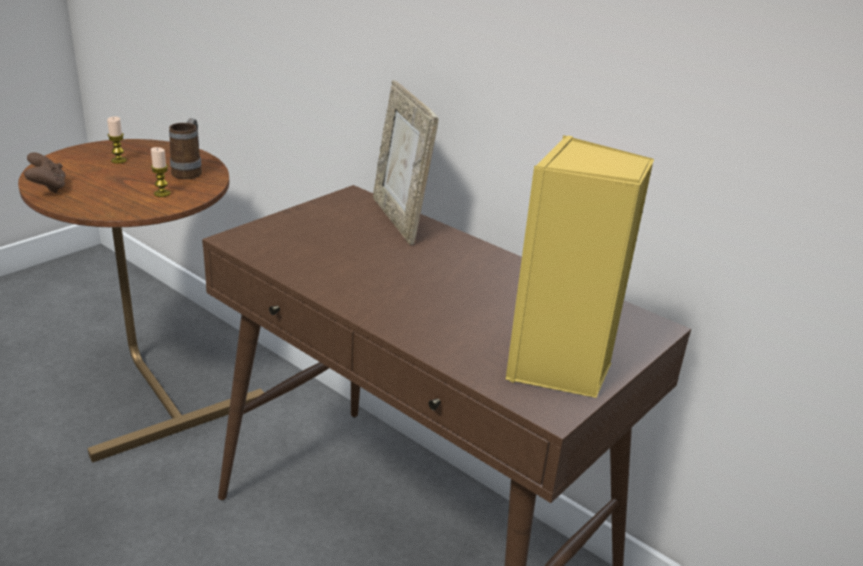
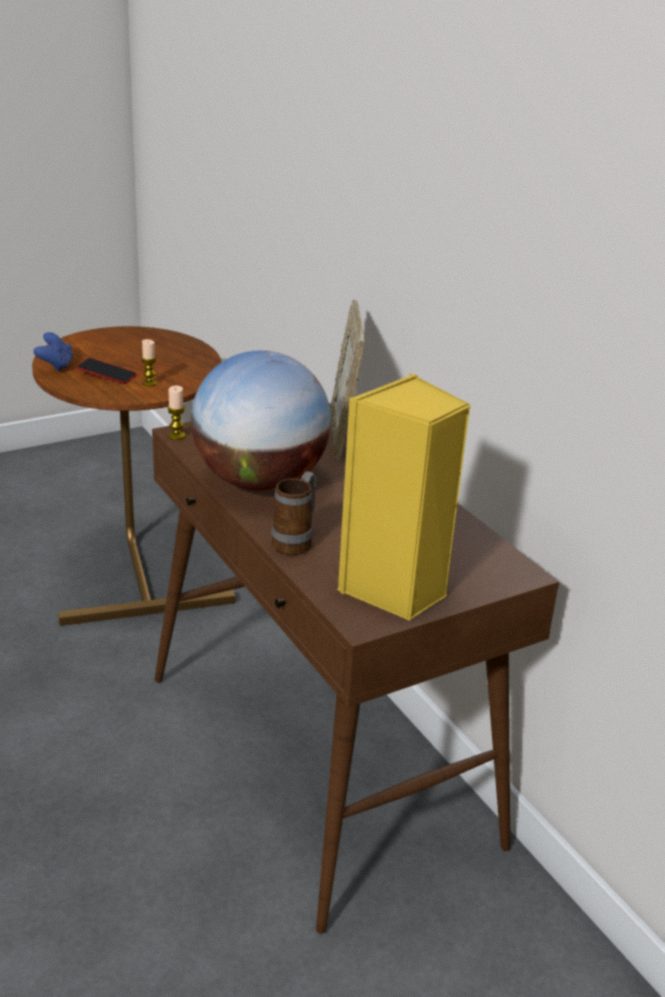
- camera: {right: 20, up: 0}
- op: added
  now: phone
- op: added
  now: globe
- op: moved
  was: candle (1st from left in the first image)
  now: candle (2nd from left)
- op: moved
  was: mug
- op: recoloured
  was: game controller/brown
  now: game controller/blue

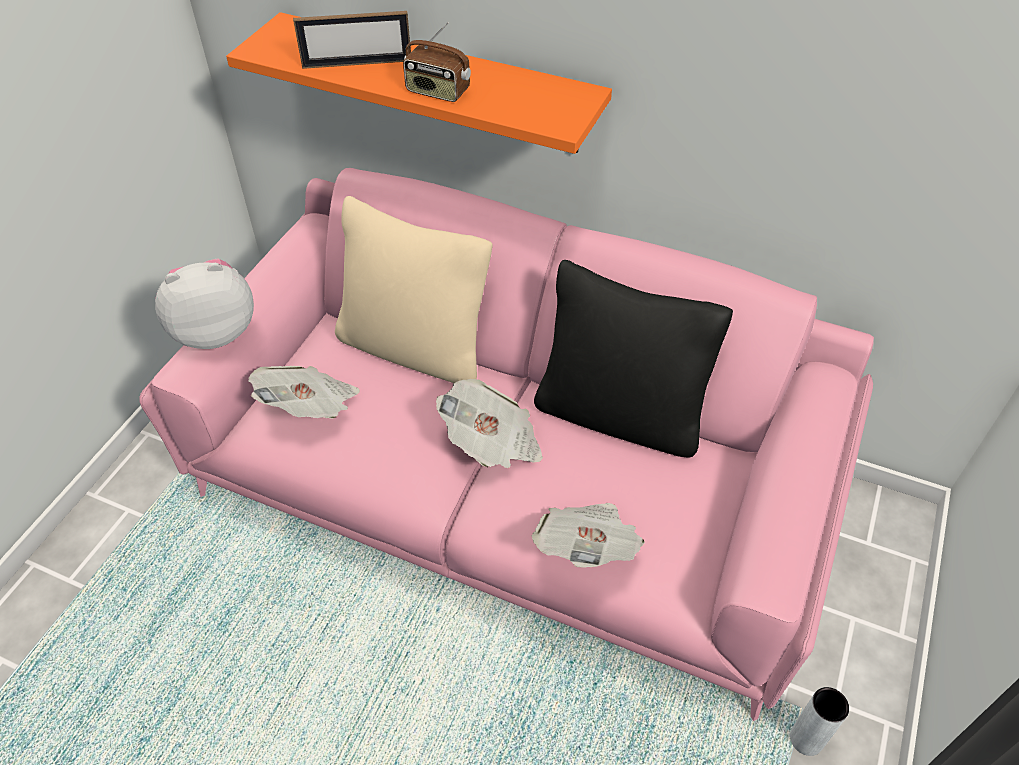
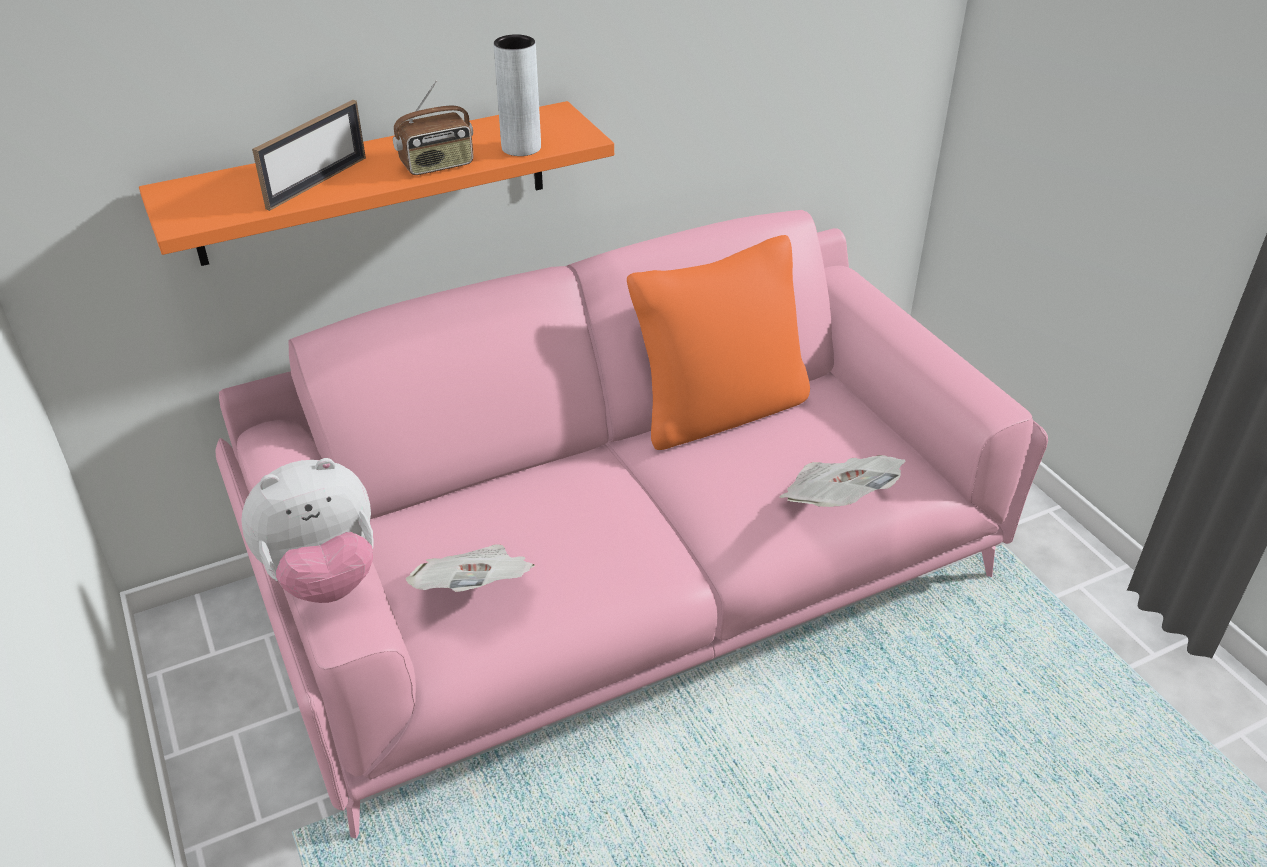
- camera: {right: -50, up: -10}
- op: removed
  was: pillow/beige
- op: removed
  was: newspaper (2nd from left)
- op: moved
  was: vase/grey
- op: recoloured
  was: pillow/black
  now: pillow/orange
- op: turned
  was: plush toy
  clockwise: -135

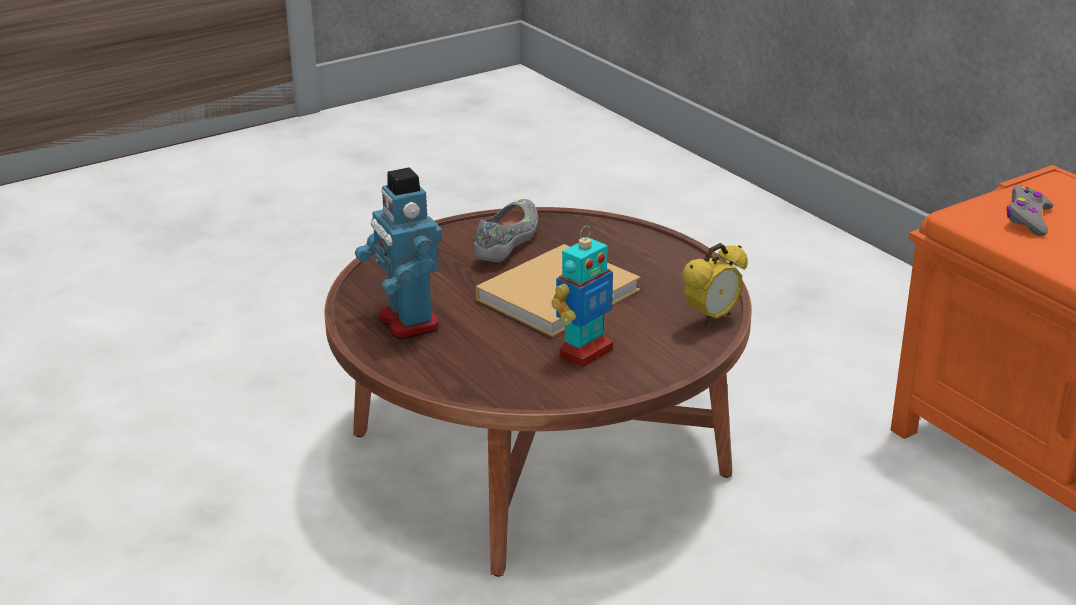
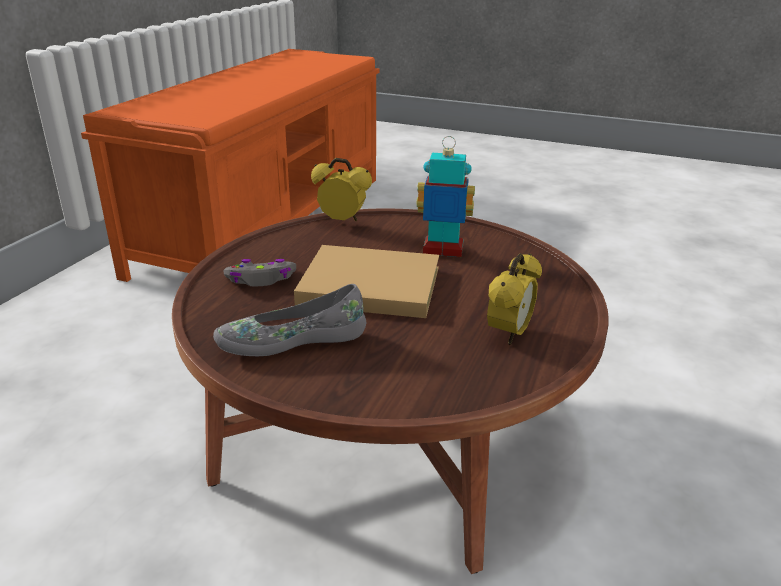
- camera: {right: -125, up: 0}
- op: moved
  was: game controller/grey
- op: replaced
  was: toy robot (1st from left)
  now: alarm clock (2nd from left)

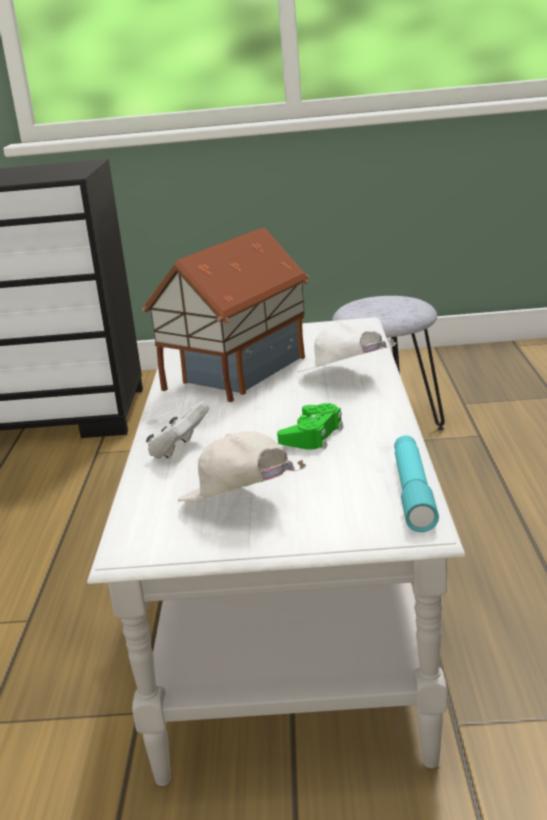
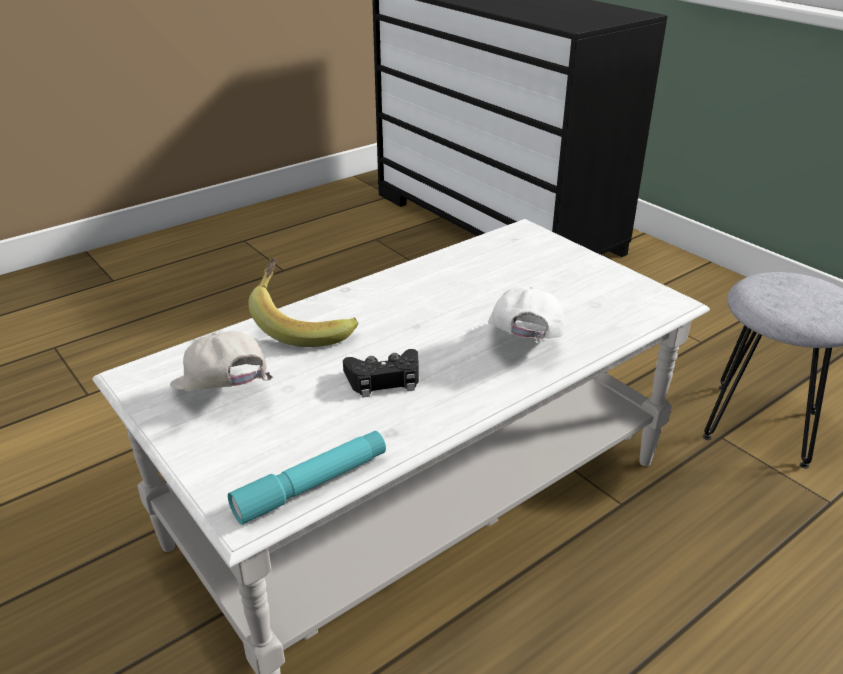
- camera: {right: 50, up: 10}
- op: removed
  was: toy house
- op: replaced
  was: game controller/white
  now: banana
- op: recoloured
  was: game controller/green
  now: game controller/black
- op: turned
  was: cap/white (1st from left)
  clockwise: -45

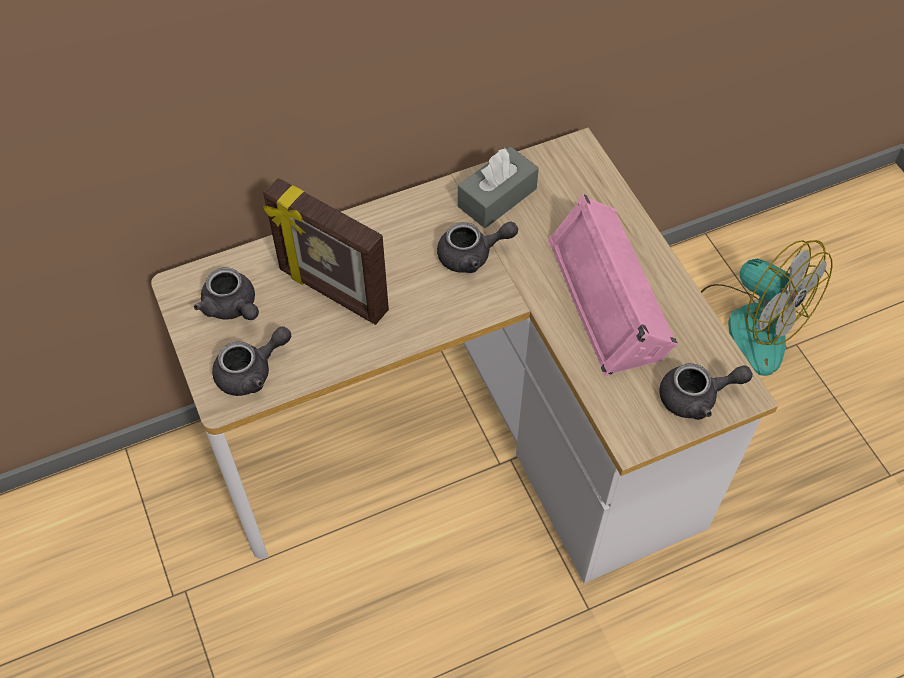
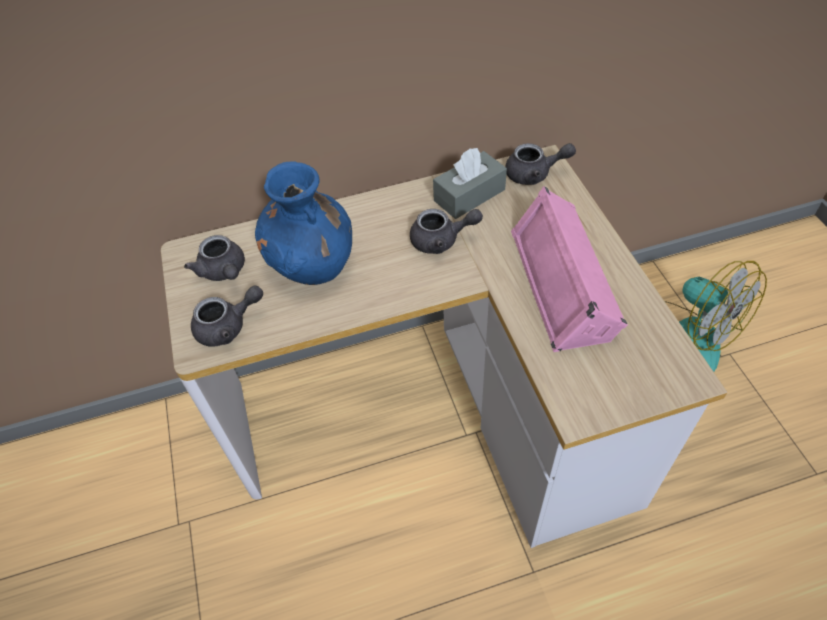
- camera: {right: 10, up: -5}
- op: moved
  was: teapot/grey (4th from left)
- op: replaced
  was: picture frame
  now: vase/blue

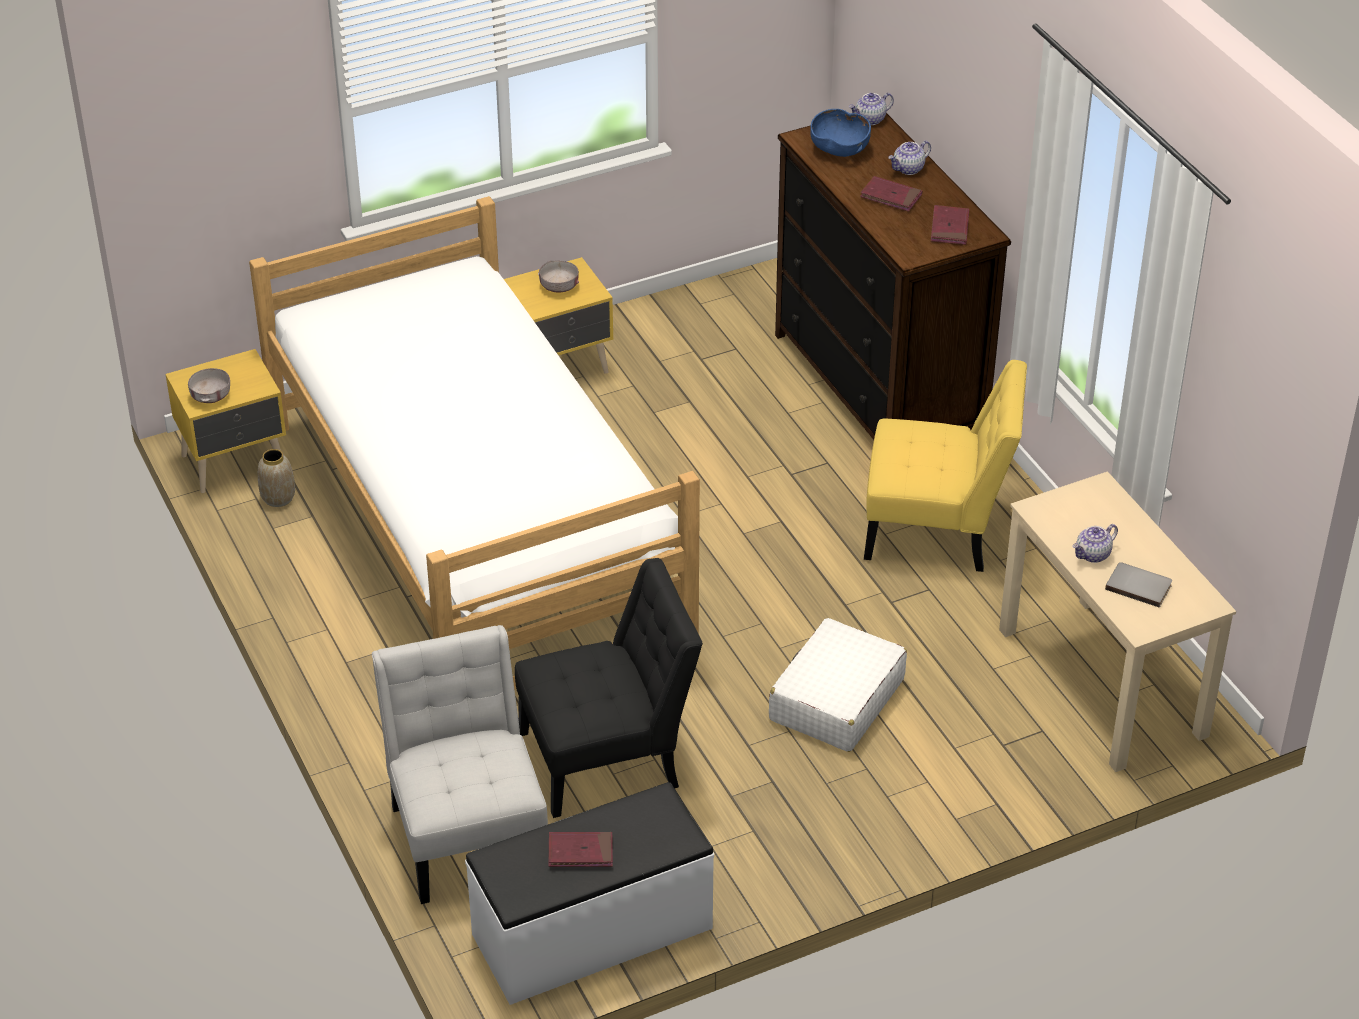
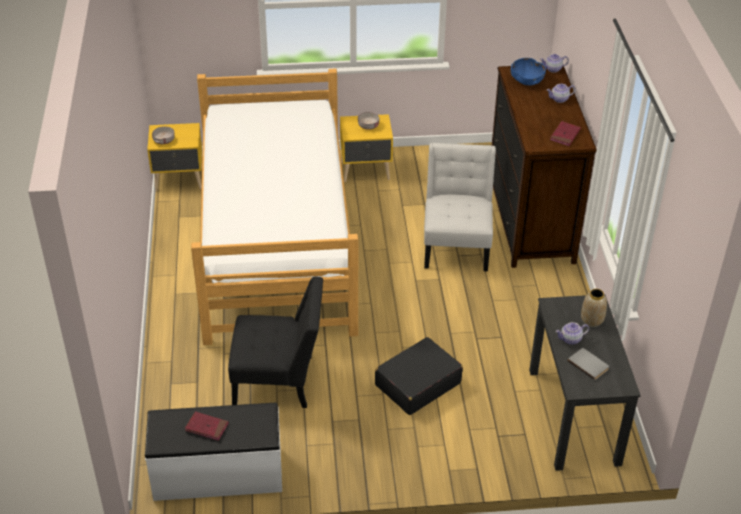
- camera: {right: 20, up: 0}
- op: removed
  was: book/red (2nd from left)
- op: removed
  was: chair/yellow
- op: moved
  was: vase
- op: moved
  was: chair/white
- op: recoloured
  was: suitcase/white
  now: suitcase/black
- op: recoloured
  was: desk/beige
  now: desk/black

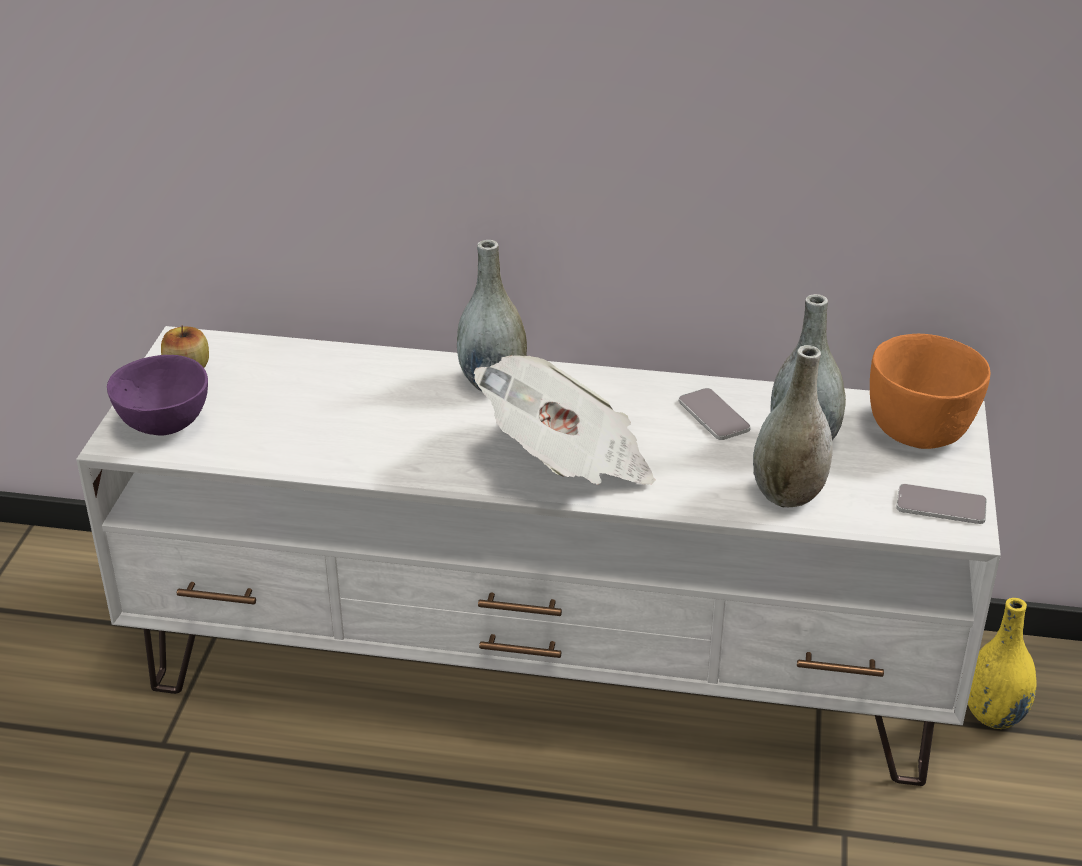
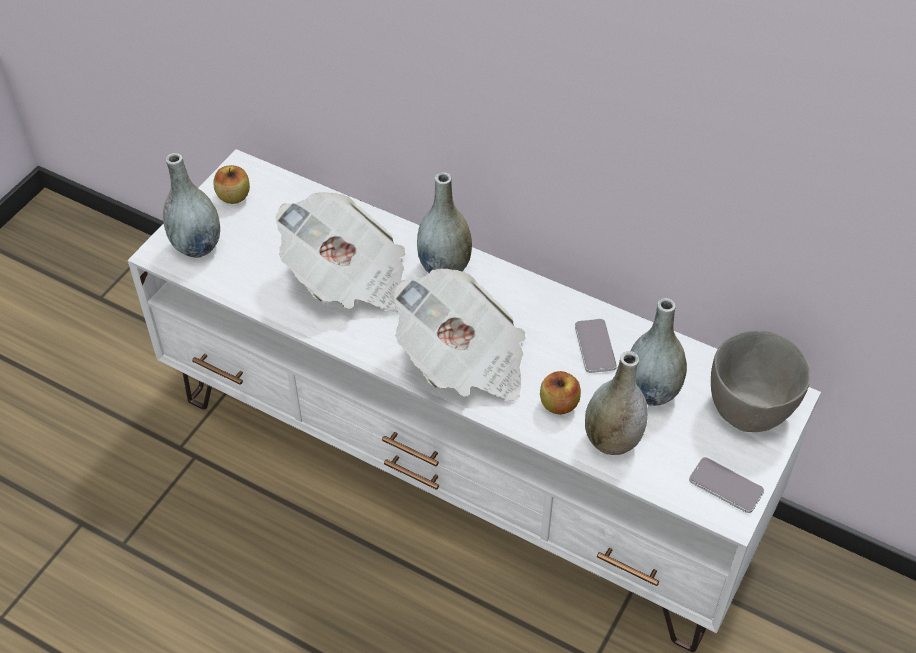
- camera: {right: 20, up: 15}
- op: removed
  was: vase/yellow
- op: added
  now: newspaper (1st from left)
- op: added
  now: apple (2nd from left)
- op: replaced
  was: bowl/purple
  now: vase/grey (1st from left)
- op: recoloured
  was: bowl/orange
  now: bowl/grey

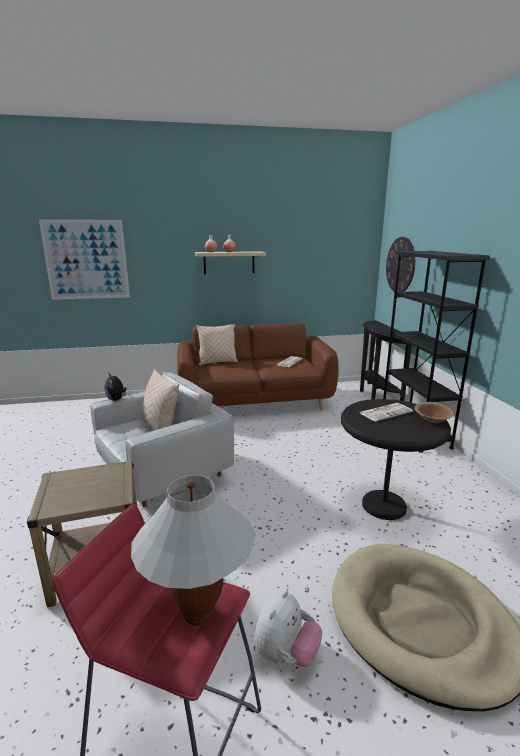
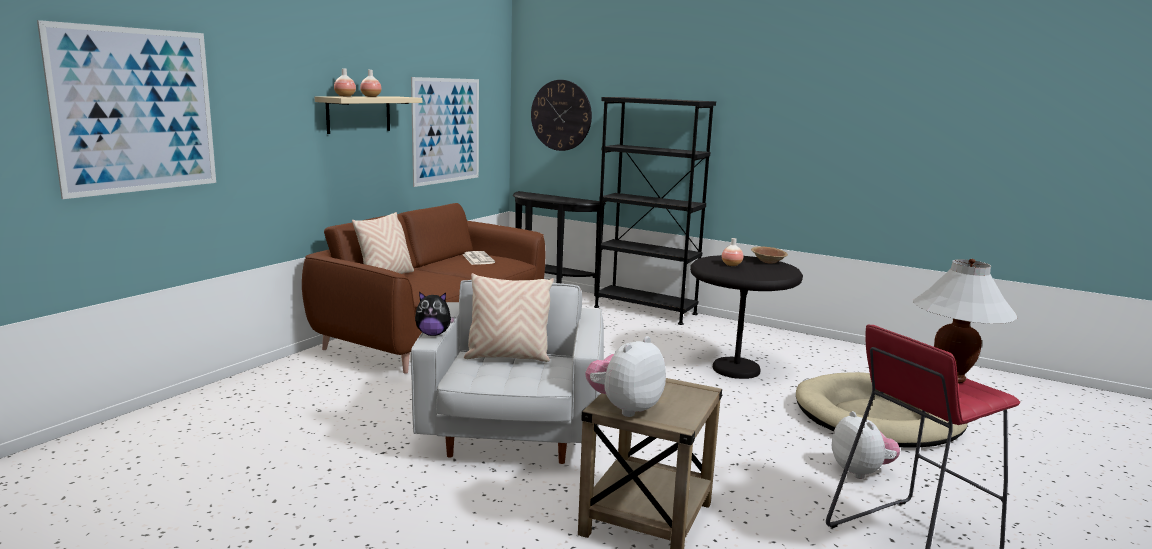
- camera: {right: -50, up: -5}
- op: added
  now: picture (2nd from left)
- op: added
  now: plush toy (2nd from left)
- op: replaced
  was: newspaper (2nd from left)
  now: vase (3rd from left)

